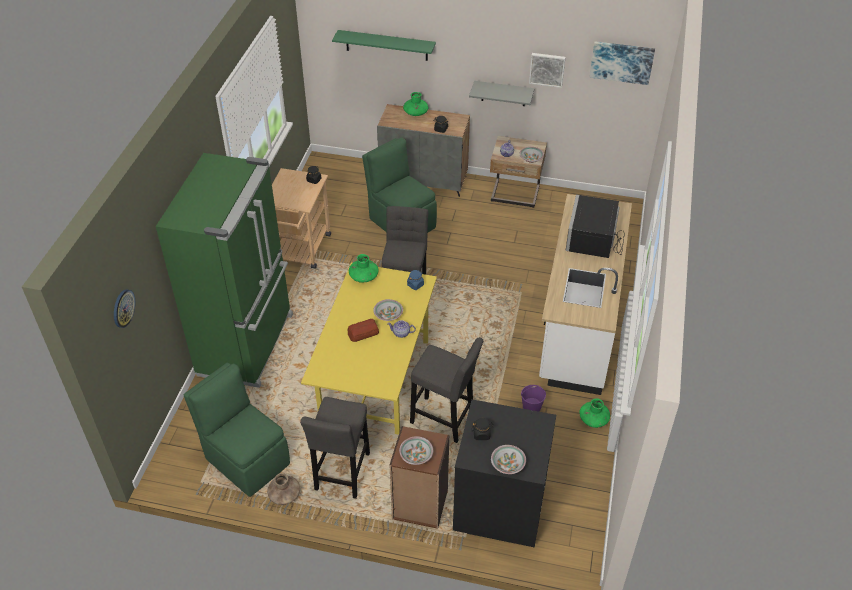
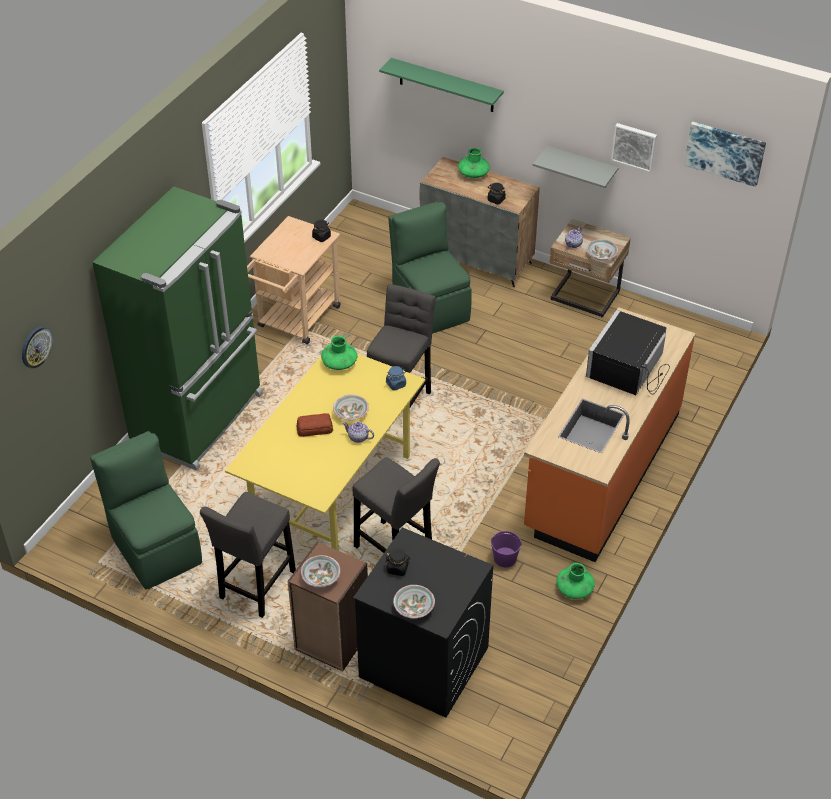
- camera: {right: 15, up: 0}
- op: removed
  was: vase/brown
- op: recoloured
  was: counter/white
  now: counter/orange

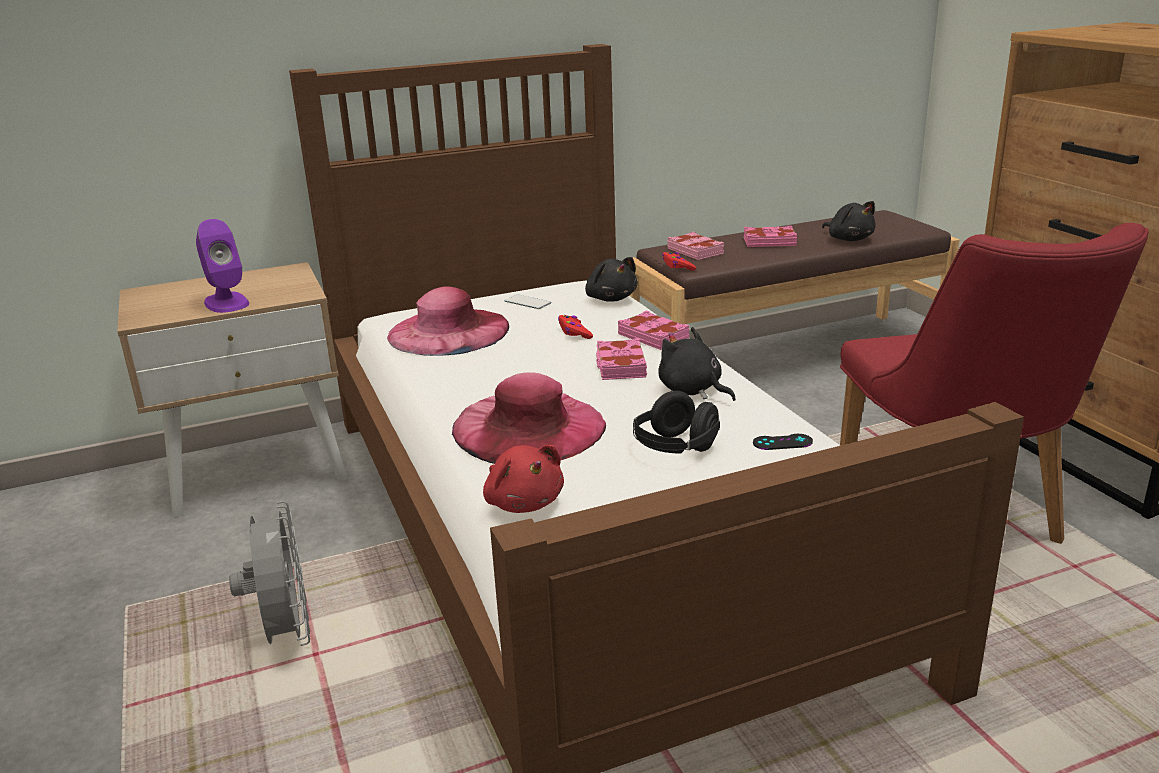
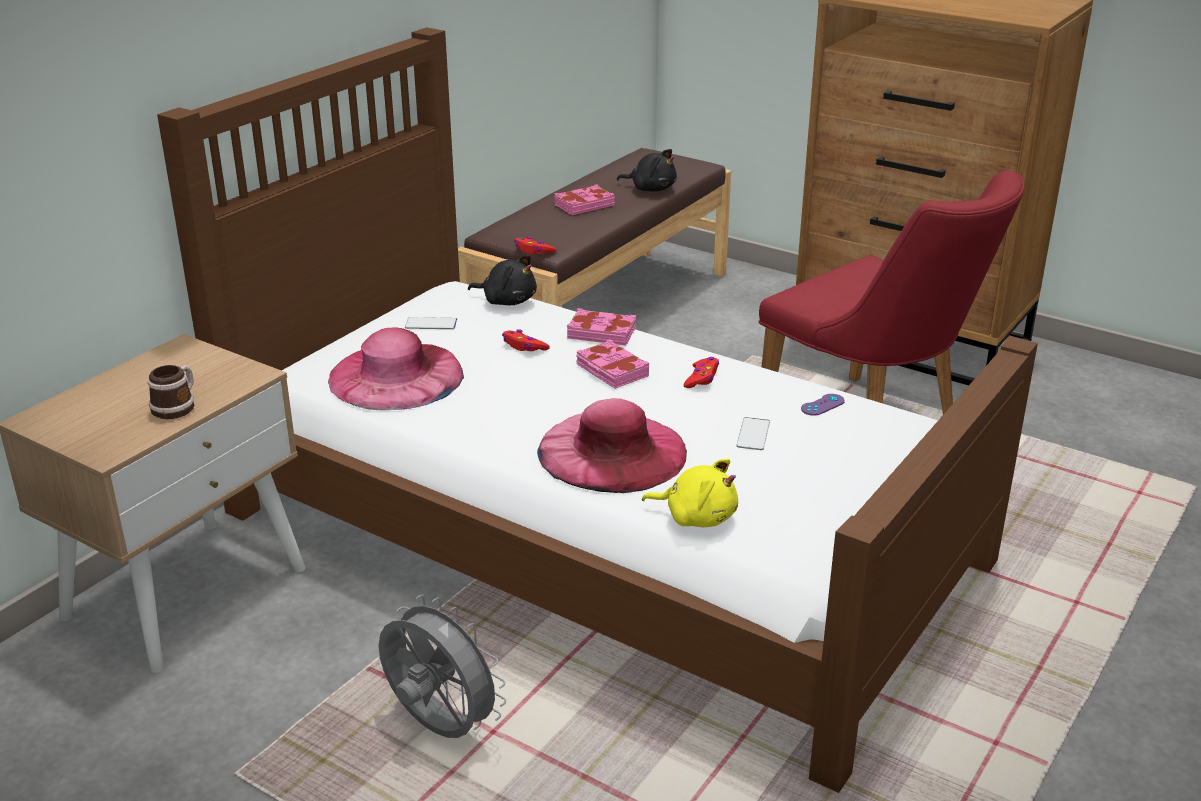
- camera: {right: -35, up: 5}
- op: removed
  was: book/pink (3rd from left)
- op: replaced
  was: speaker/purple
  now: mug
- op: replaced
  was: headphones/black
  now: phone (2nd from left)
- op: replaced
  was: plush toy/black (2nd from left)
  now: game controller/red (3rd from left)
- op: recoloured
  was: plush toy/red
  now: plush toy/yellow
- op: recoloured
  was: game controller/black
  now: game controller/purple

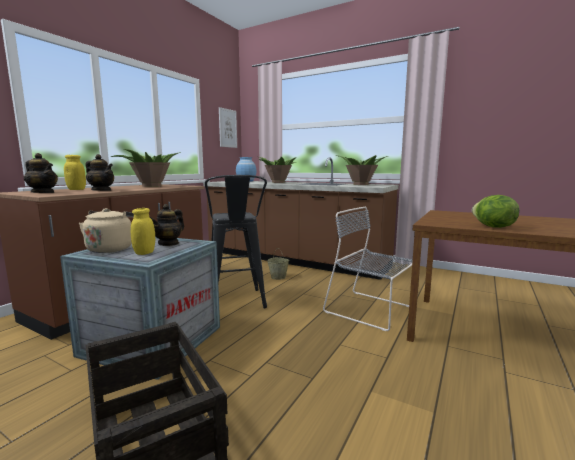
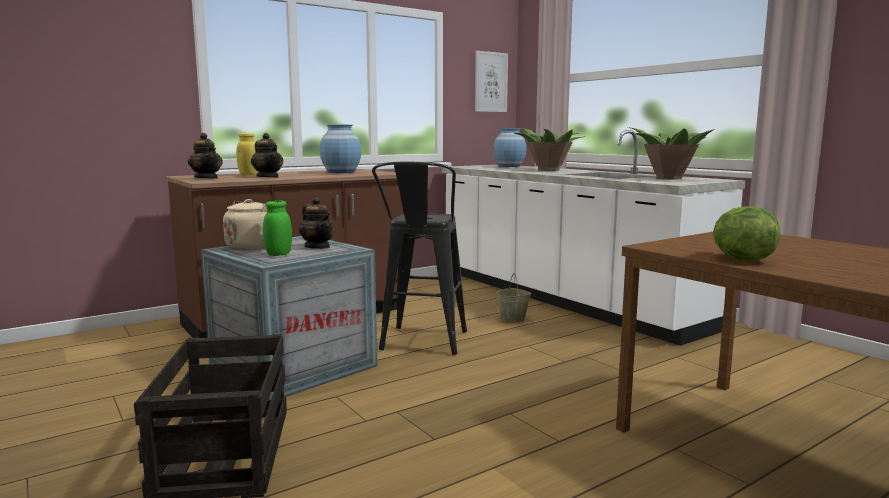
- camera: {right: 25, up: 0}
- op: removed
  was: chair/grey
- op: replaced
  was: potted plant (1st from left)
  now: vase/blue (1st from left)
- op: recoloured
  was: jar/yellow (2nd from left)
  now: jar/green
- op: recoloured
  was: counter/brown (2nd from left)
  now: counter/white
- op: turned
  was: teapot (3rd from left)
  clockwise: -90

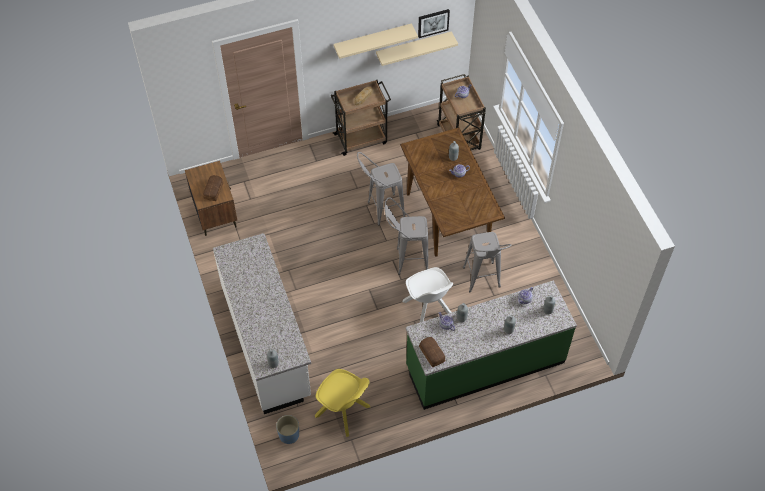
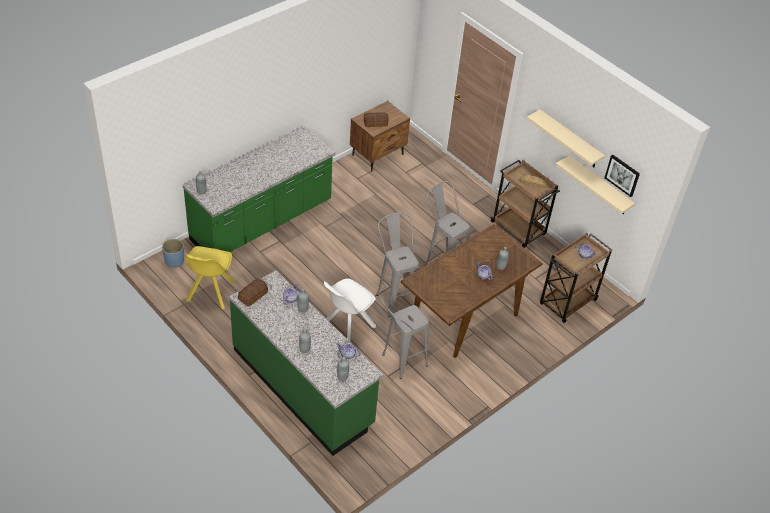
- camera: {right: 65, up: -10}
- op: recoloured
  was: counter/white
  now: counter/green (1st from left)

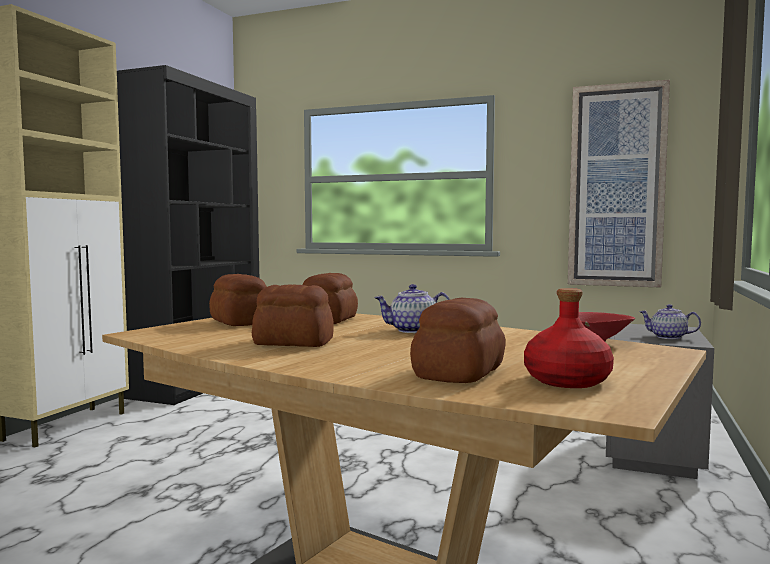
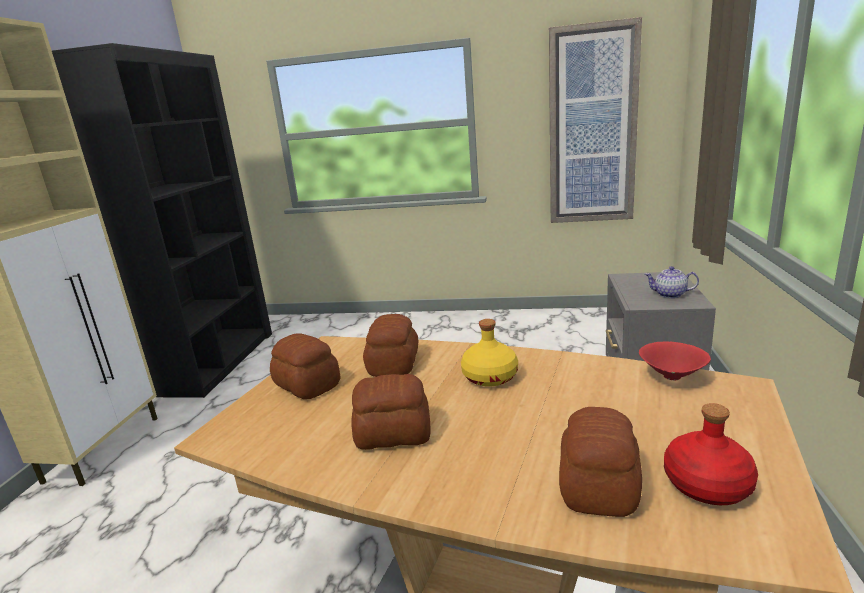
- camera: {right: -10, up: 15}
- op: replaced
  was: teapot (1st from left)
  now: bottle/yellow

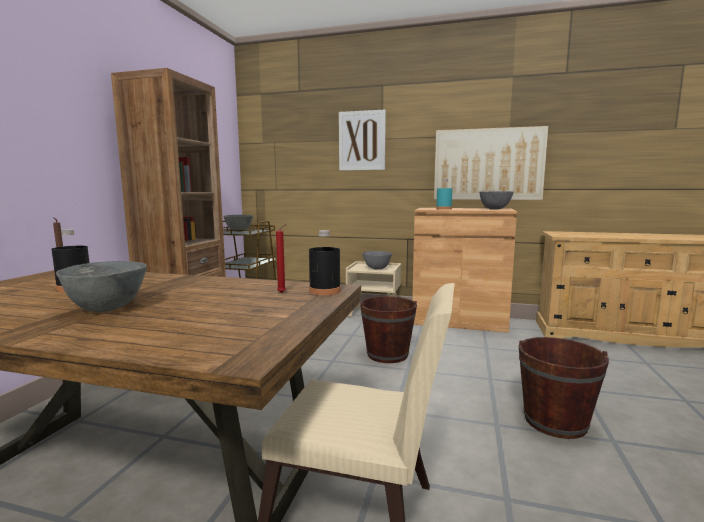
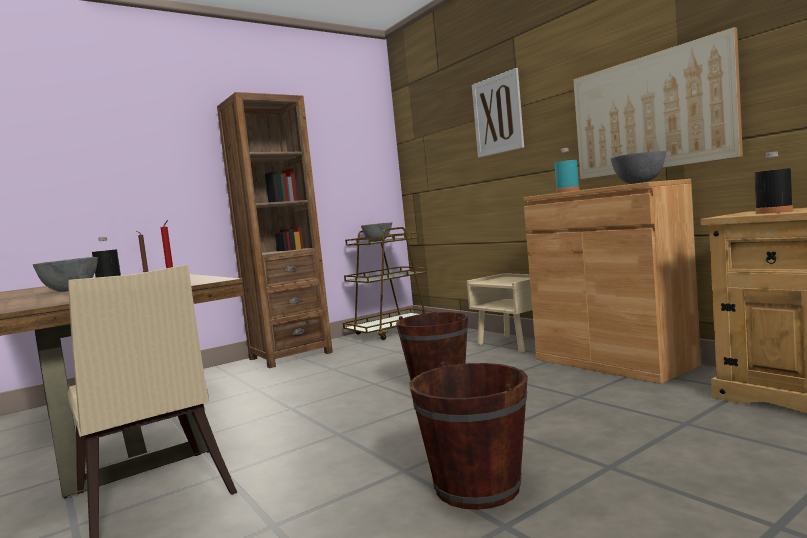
- camera: {right: 40, up: -5}
- op: removed
  was: bowl/grey (3rd from left)
- op: moved
  was: bottle/black (2nd from left)

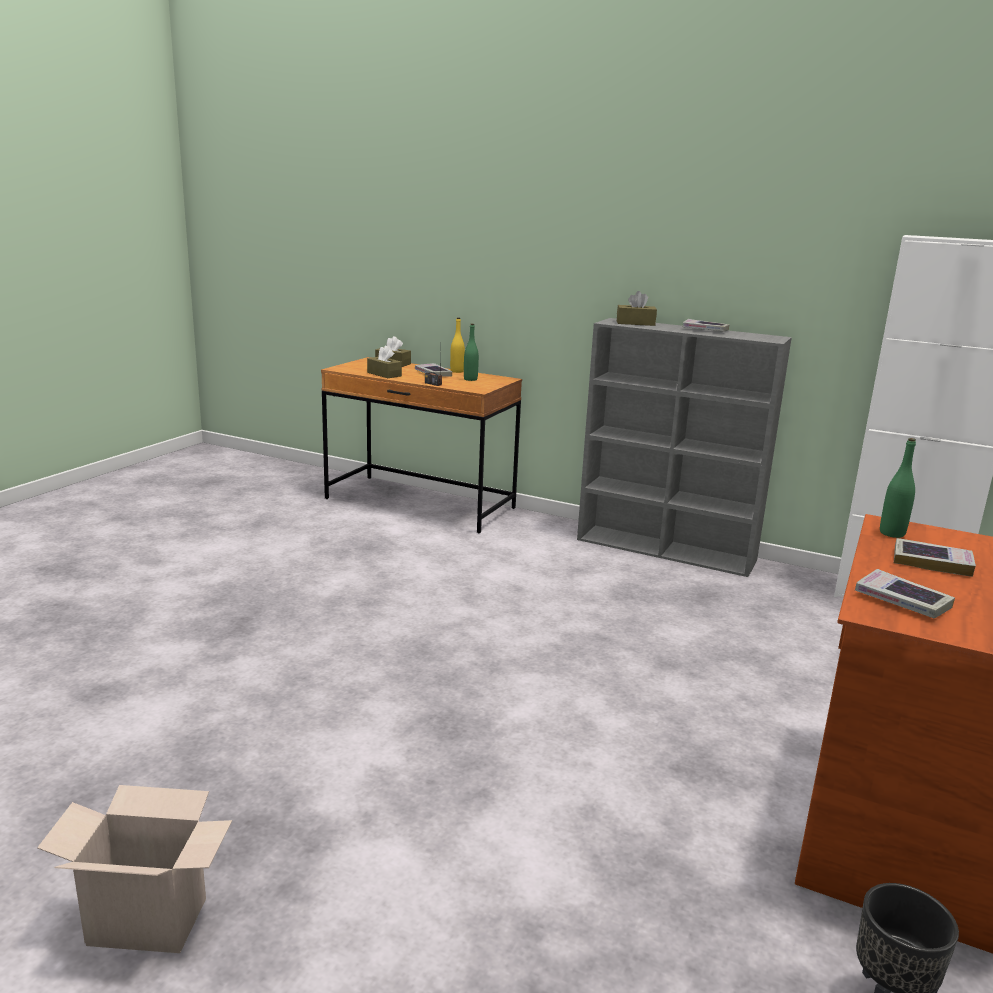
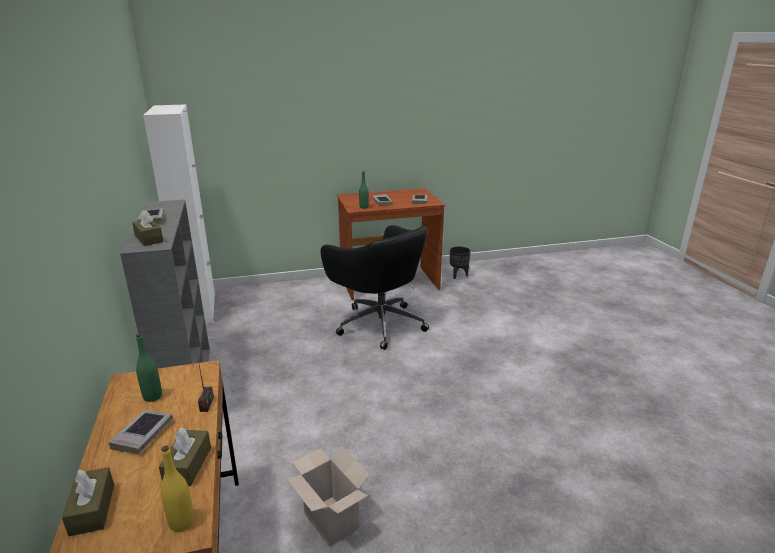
- camera: {right: -130, up: 5}
- op: added
  now: office chair/black
- op: moved
  was: cardboard box
- op: moved
  was: bottle/yellow

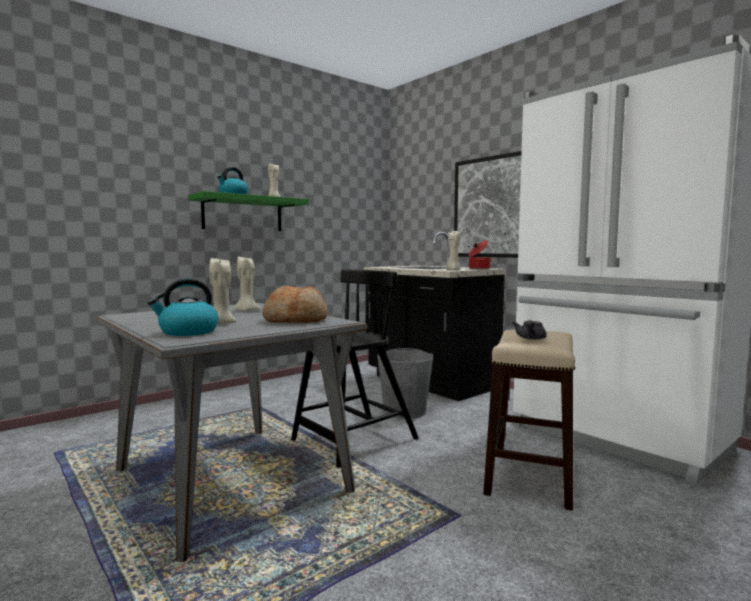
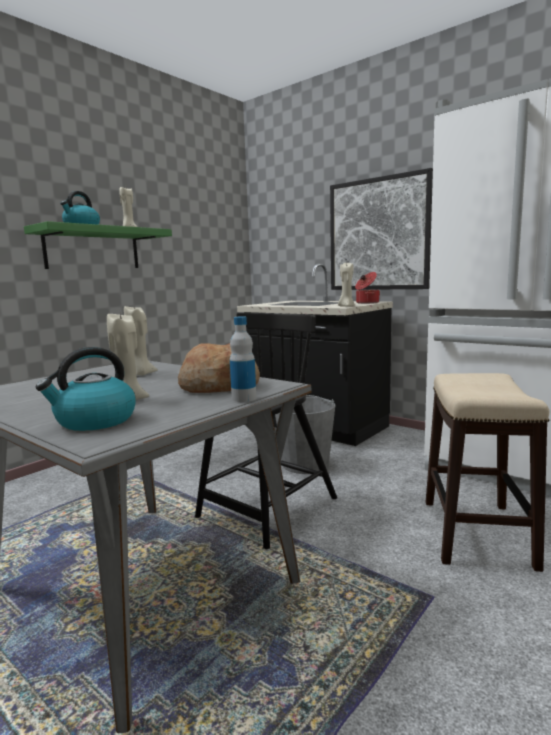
- camera: {right: -10, up: 5}
- op: removed
  was: teapot/grey
- op: added
  now: bottle

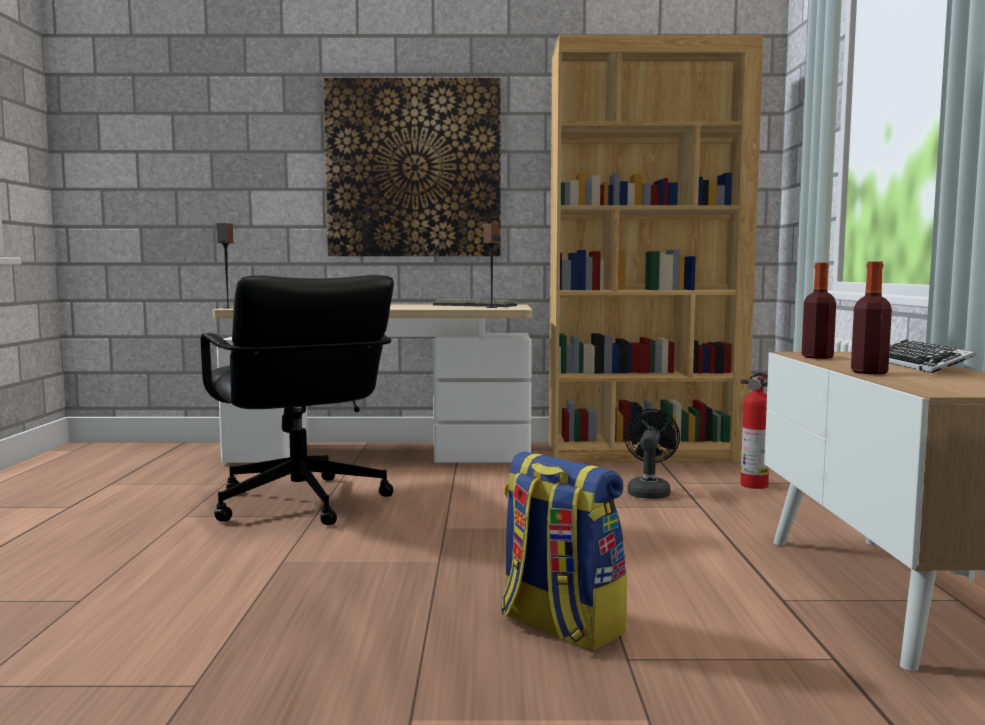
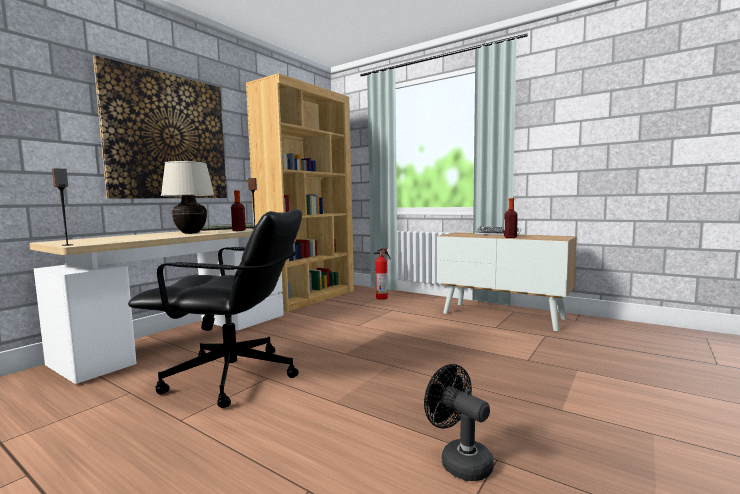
- camera: {right: -55, up: 0}
- op: removed
  was: backpack
- op: added
  now: table lamp/beige
- op: moved
  was: fan/black
- op: moved
  was: bottle (1st from left)

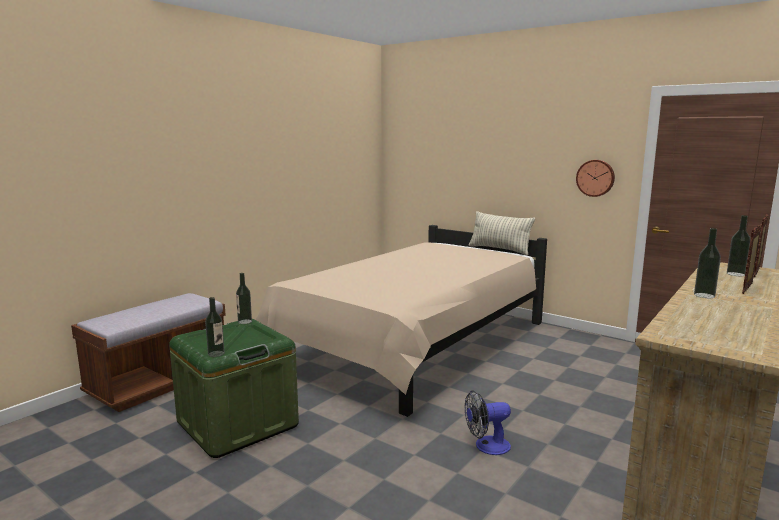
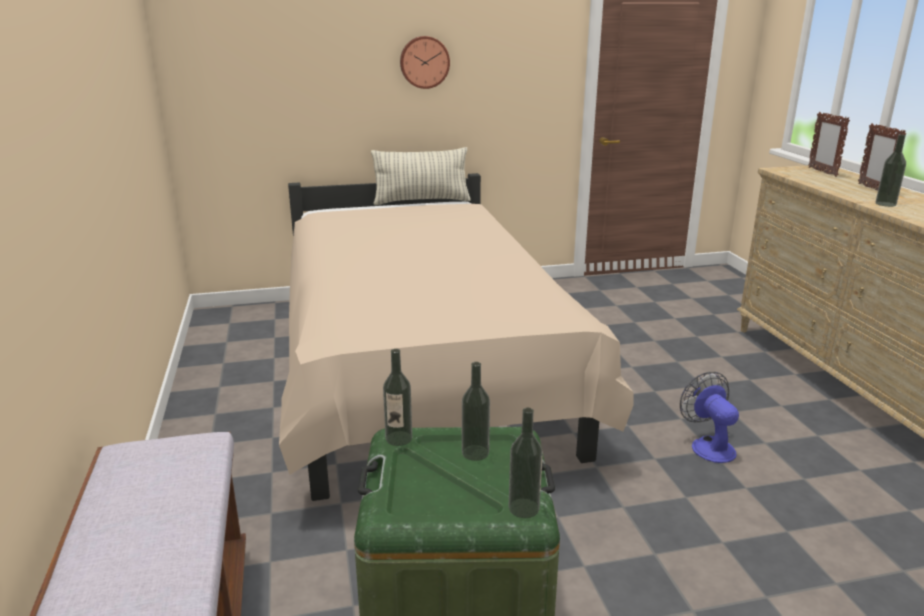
- camera: {right: -50, up: 10}
- op: moved
  was: wall clock
- op: moved
  was: bottle (4th from left in the first image)
  now: bottle (2nd from left)
- op: turned
  was: fan
  clockwise: 135

